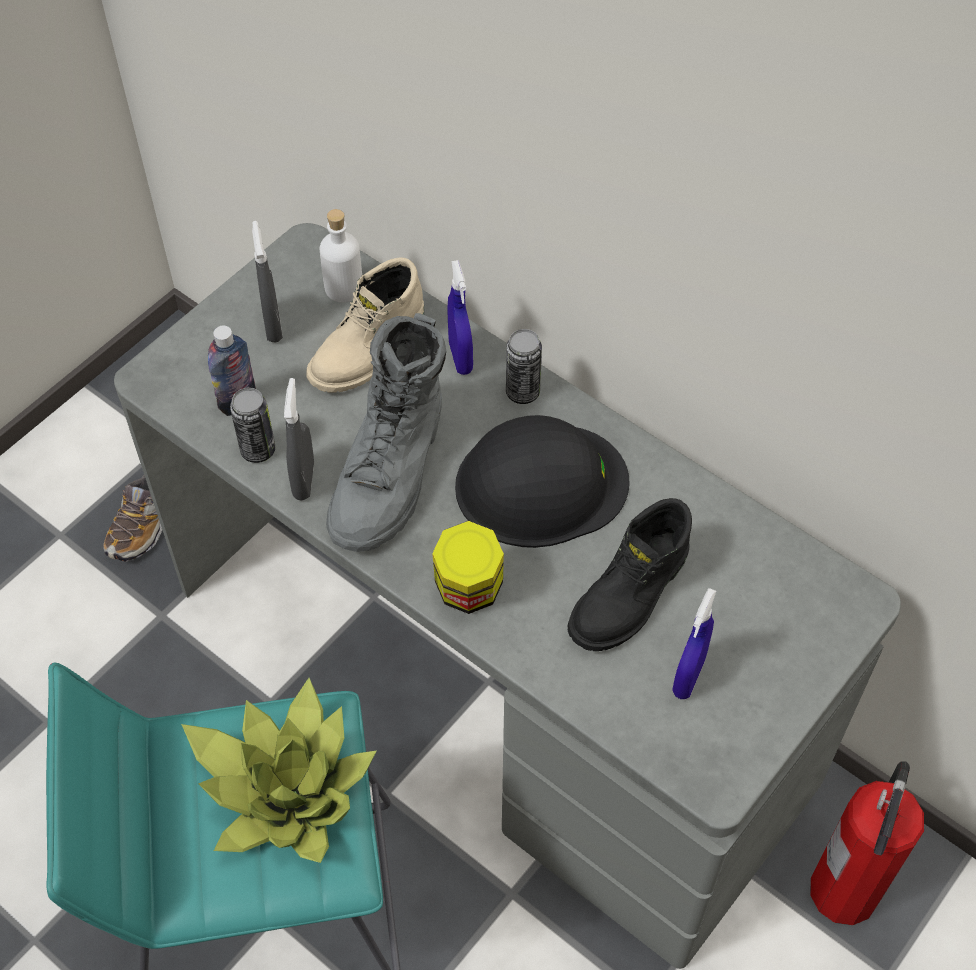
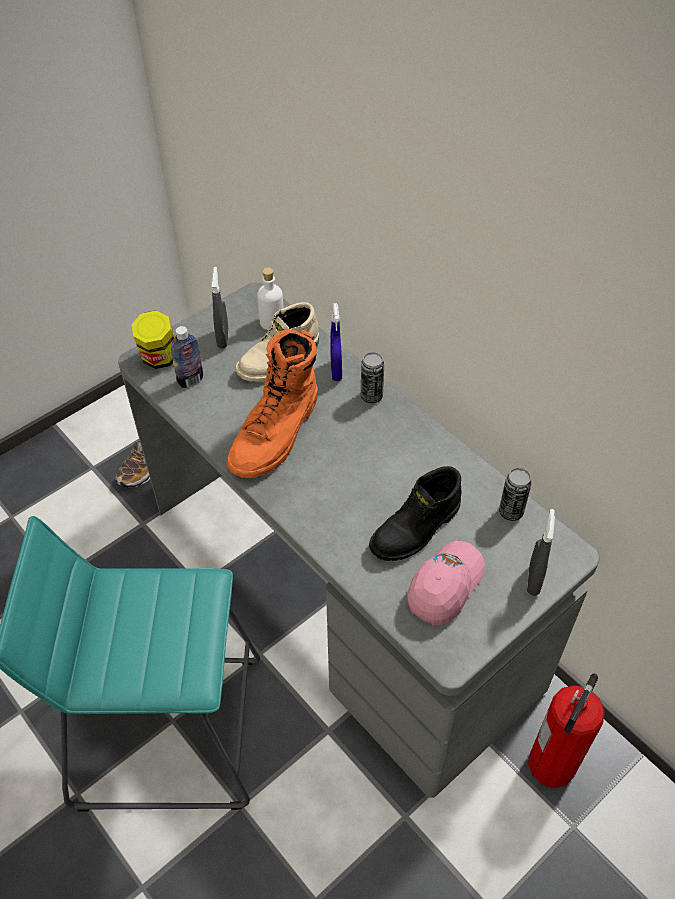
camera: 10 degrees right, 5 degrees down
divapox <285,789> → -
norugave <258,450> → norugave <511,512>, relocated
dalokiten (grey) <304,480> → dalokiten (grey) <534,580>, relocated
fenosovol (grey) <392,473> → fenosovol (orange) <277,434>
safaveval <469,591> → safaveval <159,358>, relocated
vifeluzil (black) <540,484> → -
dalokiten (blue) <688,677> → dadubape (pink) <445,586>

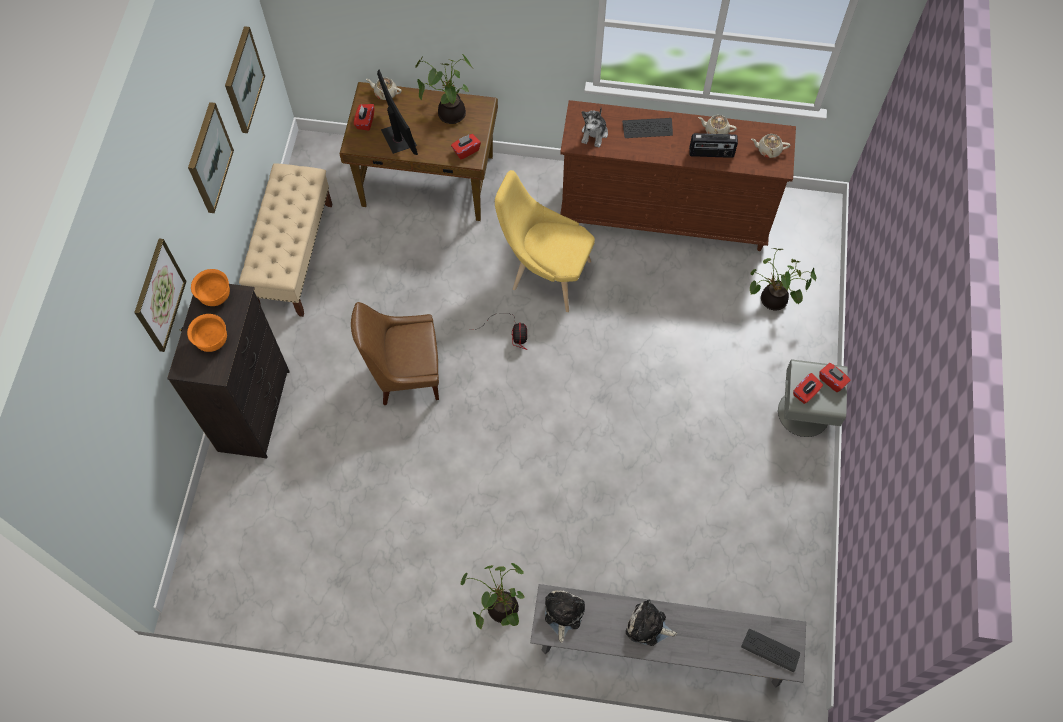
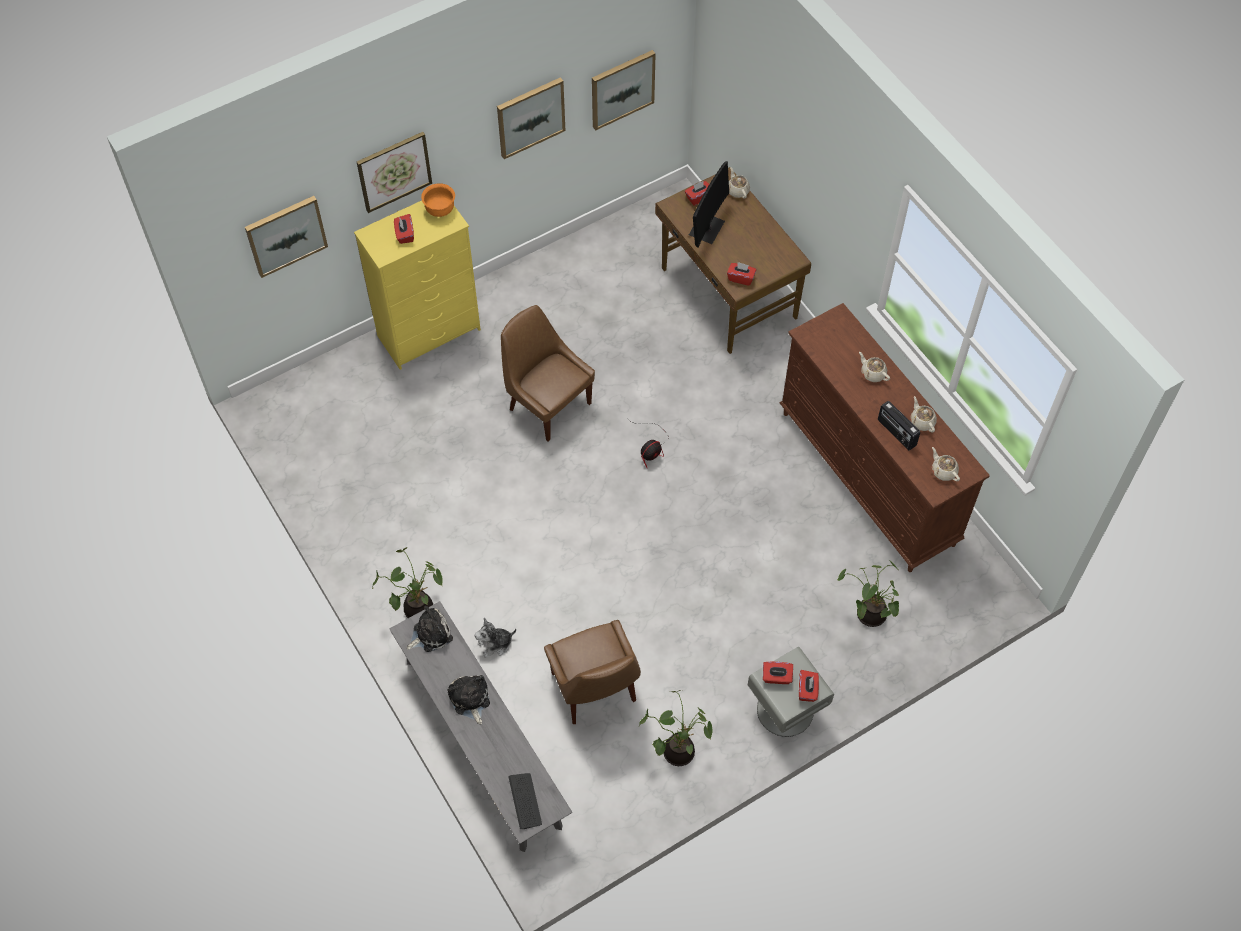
camera: 50 degrees right, 5 degrees down
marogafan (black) <255,410> → marogafan (yellow) <430,333>
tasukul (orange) <212,341> → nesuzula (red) <405,234>
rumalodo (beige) <294,255> → -
divapox <449,113> → divapox <677,749>, relocated
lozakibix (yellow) <545,274> → -
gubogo <594,134> → gubogo <495,644>, relocated
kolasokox <647,129> → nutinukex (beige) <872,373>
- → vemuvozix <286,235>
- → lozakibix (brown) <595,690>

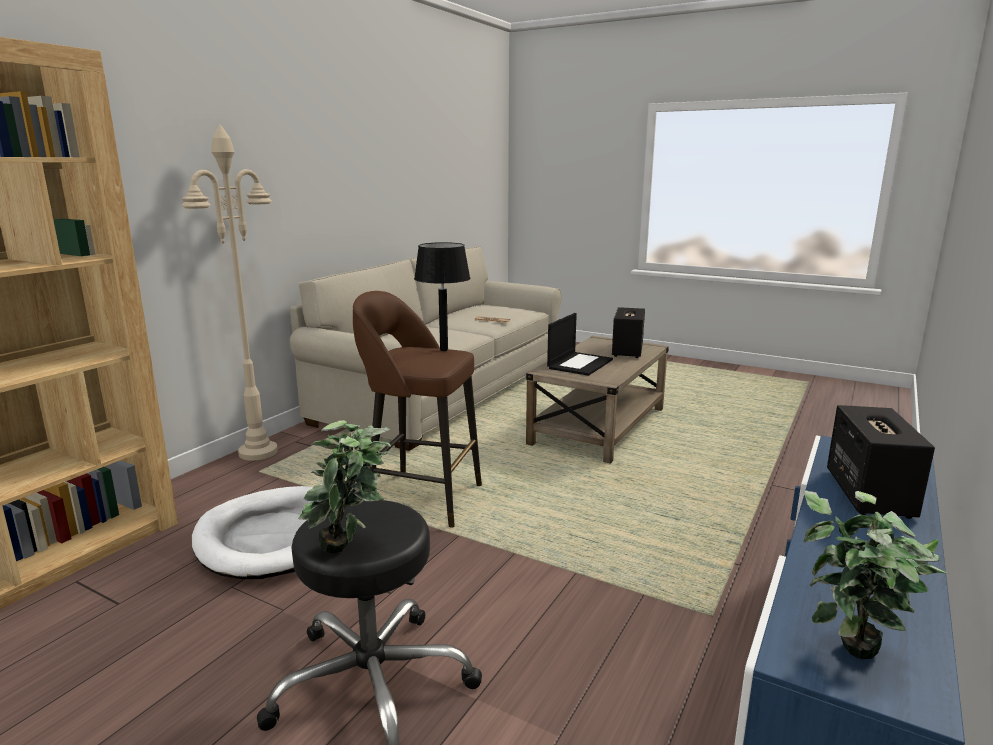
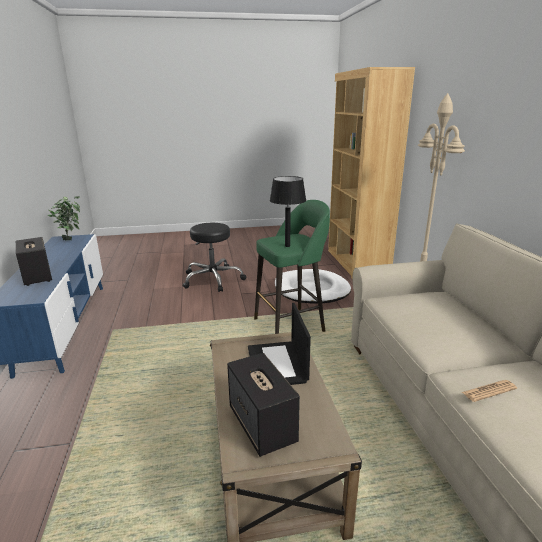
camera: 140 degrees right, 5 degrees up
divapox <351,551> → -
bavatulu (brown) <421,498> → bavatulu (green) <291,324>

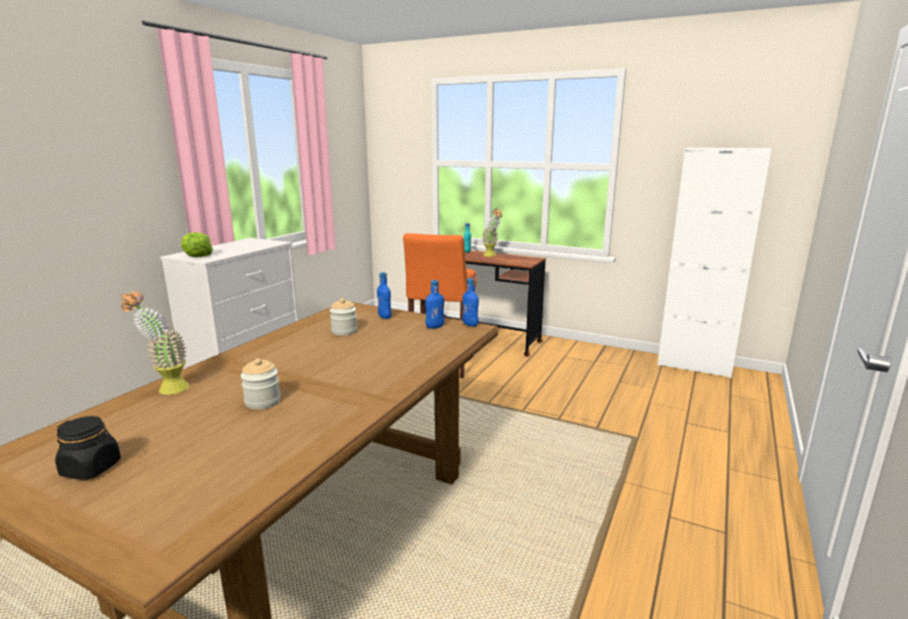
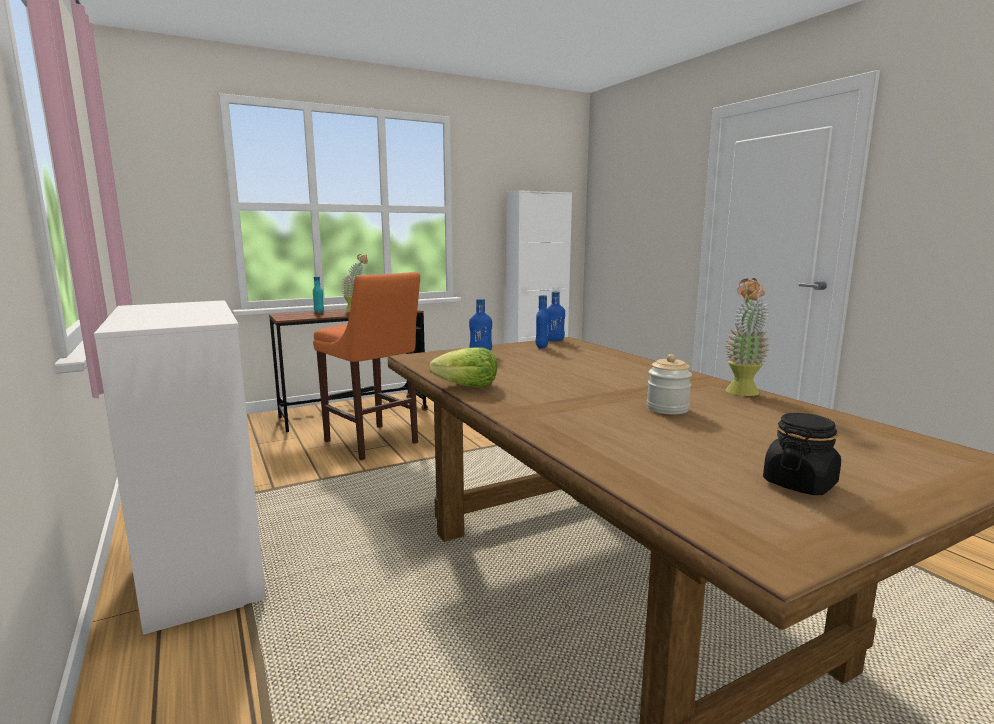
camera: 55 degrees left, 5 degrees down
divapox <166,389> → divapox <742,394>, relocated
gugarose <197,255> → gugarose <467,386>, relocated
safaveval <344,331> → -

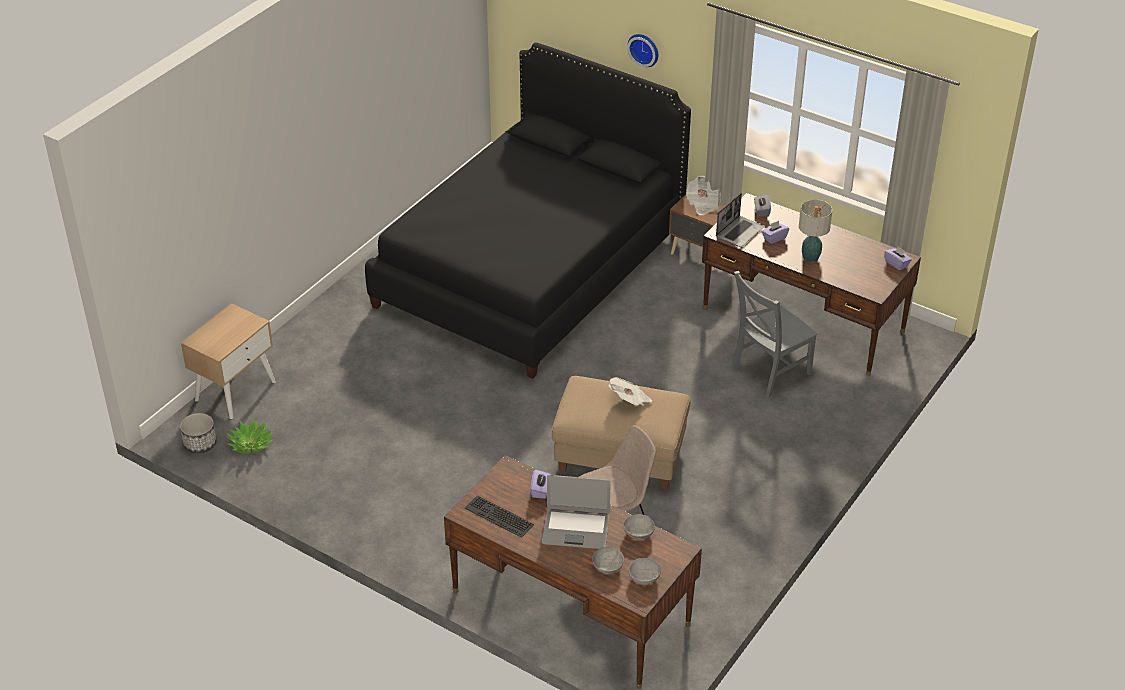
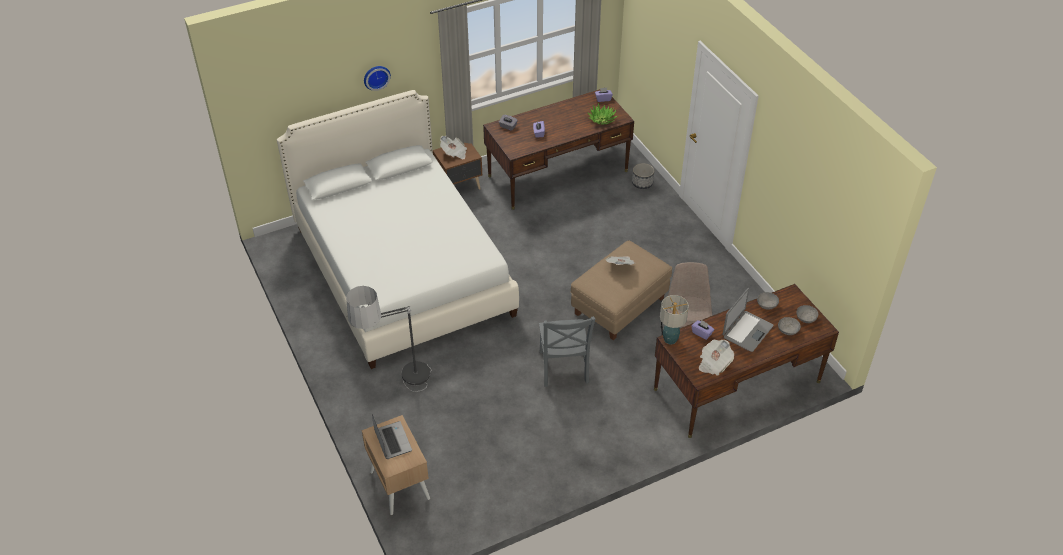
camera: 60 degrees left, 5 degrees up
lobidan <200,443> → lobidan <642,183>, relocated
divapox <251,444> → divapox <602,119>, relocated
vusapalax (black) <531,269> → vusapalax (white) <403,270>
kolasokox <497,517> → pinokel <714,363>
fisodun <739,232> → fisodun <392,440>, relocated
lozakibix (grey) <768,372> → lozakibix (grey) <563,369>, relocated
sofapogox <810,257> → sofapogox <670,339>, relocated
- → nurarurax <398,388>

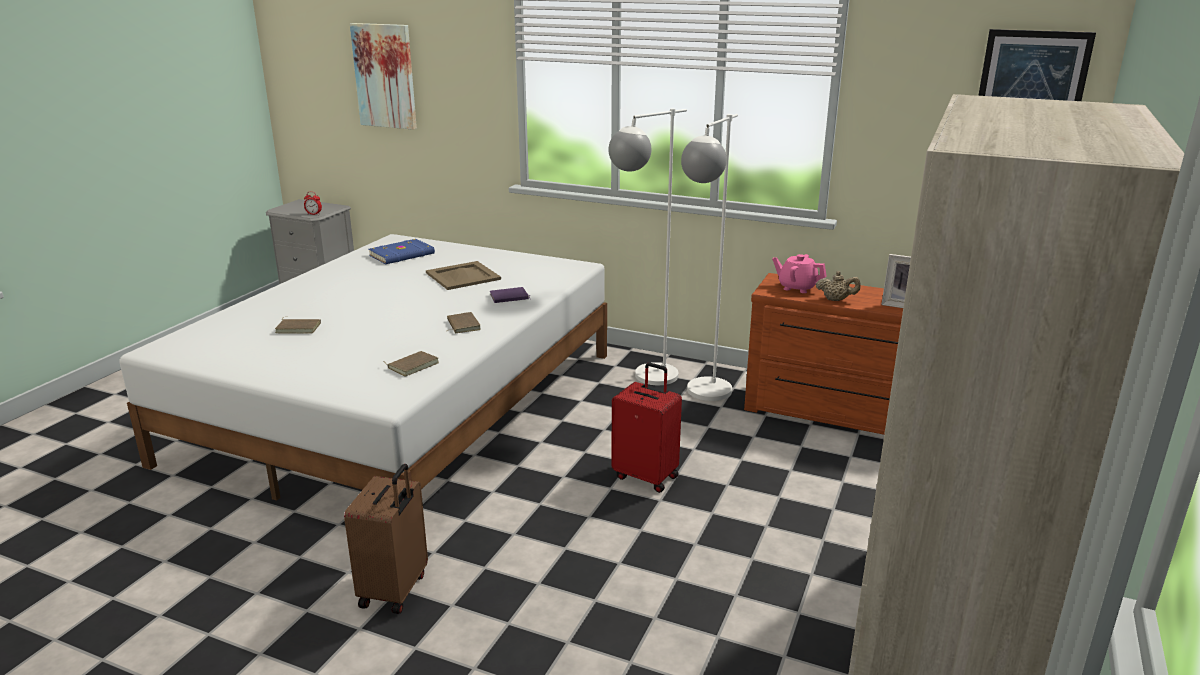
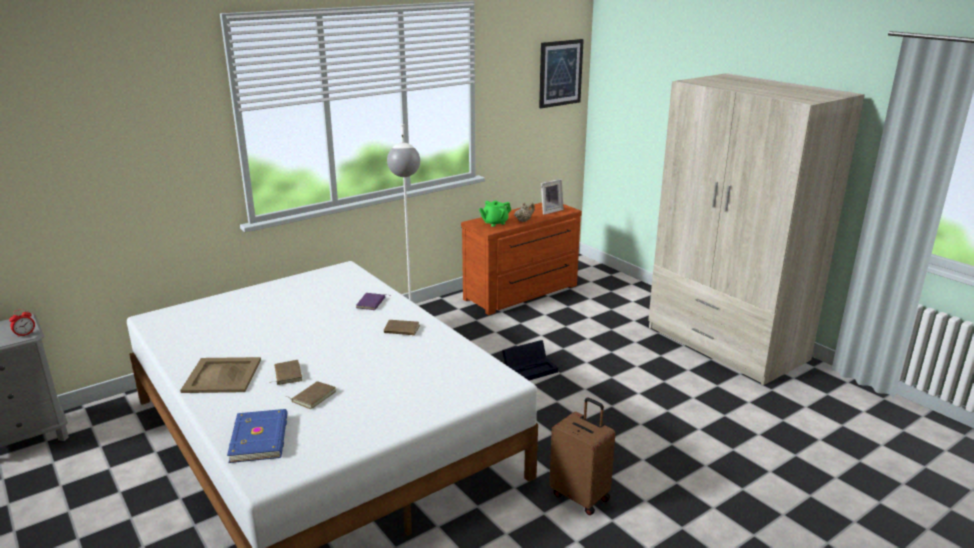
camera: 60 degrees left, 0 degrees up
vemuvozix <385,76> → -
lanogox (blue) <402,255> → lanogox (blue) <261,438>, relocated
lanogox (brown) <412,365> → lanogox (brown) <287,374>, relocated
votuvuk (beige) <463,276> → votuvuk (beige) <222,375>, relocated
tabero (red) <646,476> → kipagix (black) <530,369>
nurarurax (white) <702,397> → -
nutinukex (pink) <797,287> → nutinukex (green) <494,223>

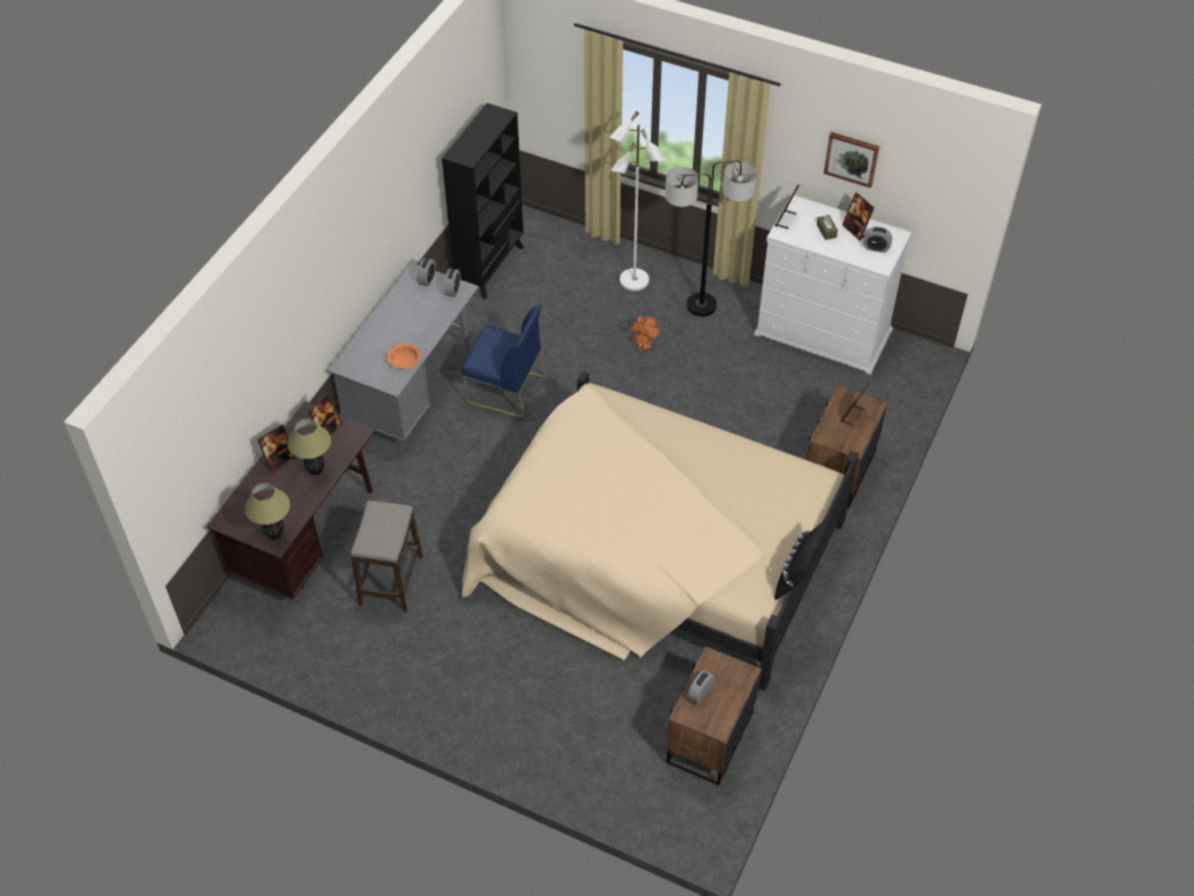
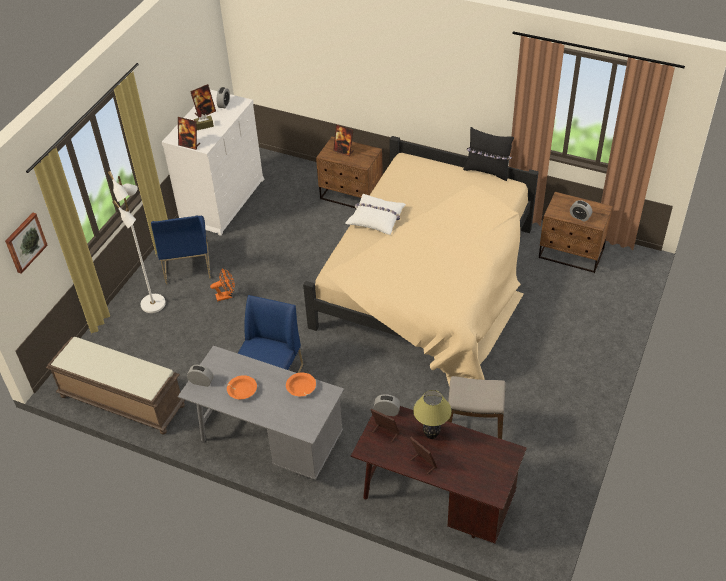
camera: 90 degrees left, 5 degrees down
sofapogox <276,535> → -
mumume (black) <490,267> → rumalodo (brown) <121,401>
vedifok <453,290> → vedifok <387,411>, relocated
nurarurax <701,305> → lozakibix (blue) <186,264>
vemuvozix <851,158> → vemuvozix <25,242>, relocated
- → tasukul (orange) <242,390>
- → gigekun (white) <376,218>

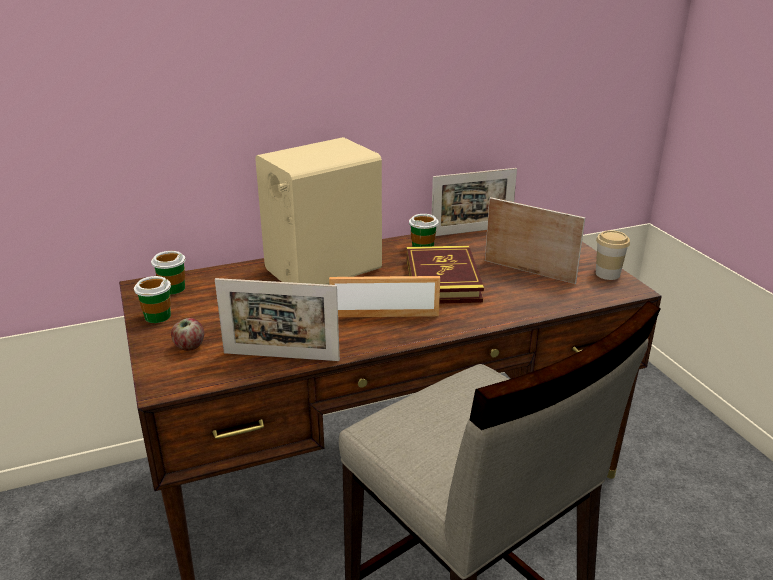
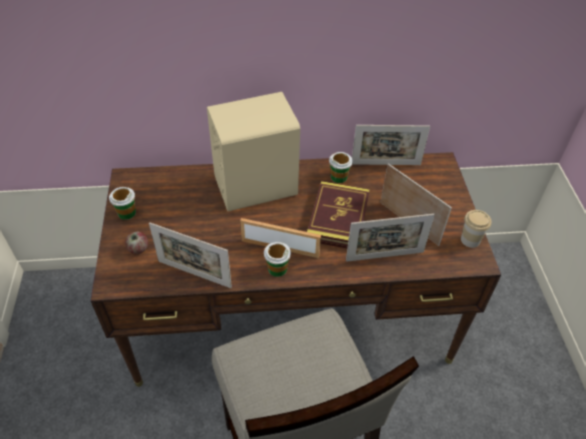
camera: 15 degrees right, 20 degrees up
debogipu <172,288> → debogipu <277,268>, relocated
- → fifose <385,256>

